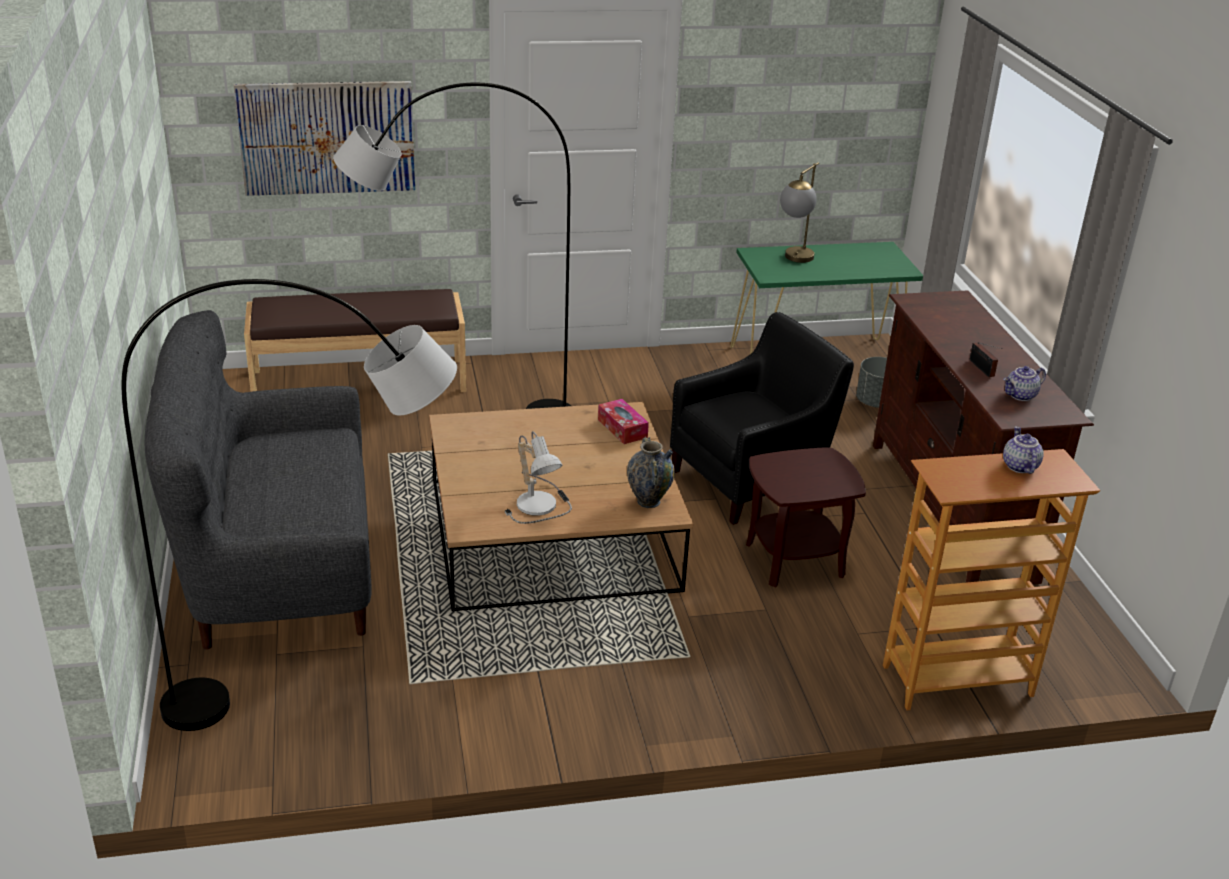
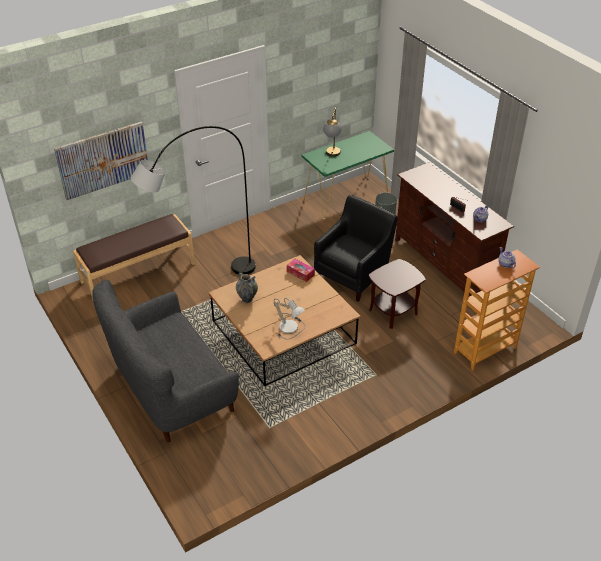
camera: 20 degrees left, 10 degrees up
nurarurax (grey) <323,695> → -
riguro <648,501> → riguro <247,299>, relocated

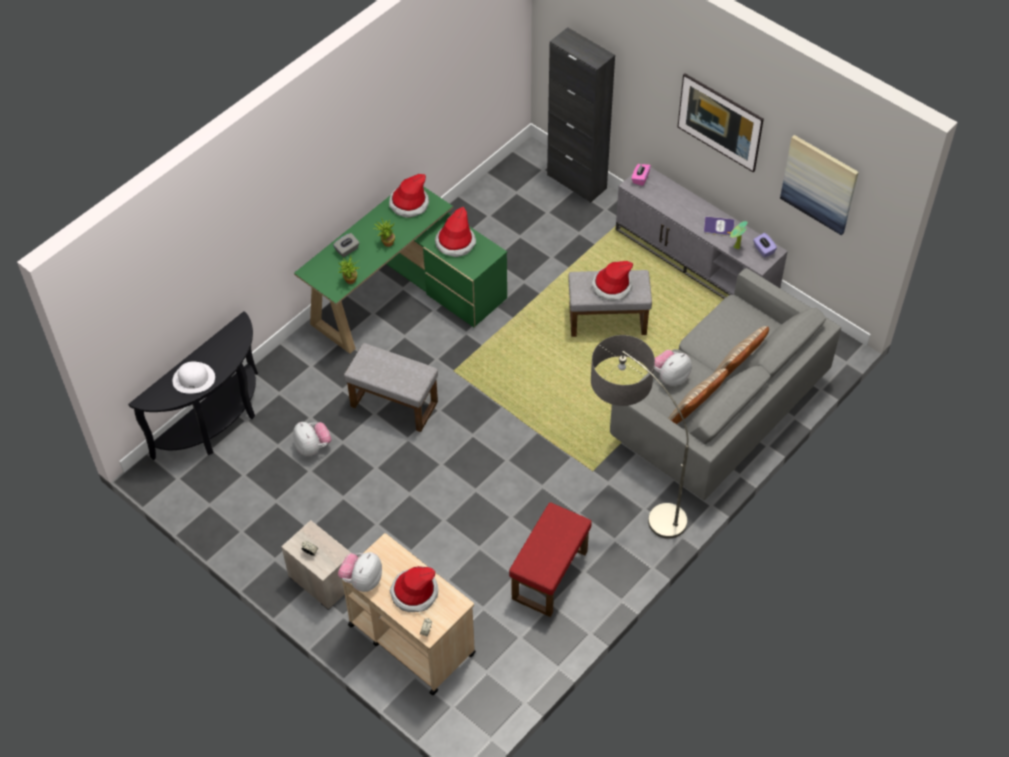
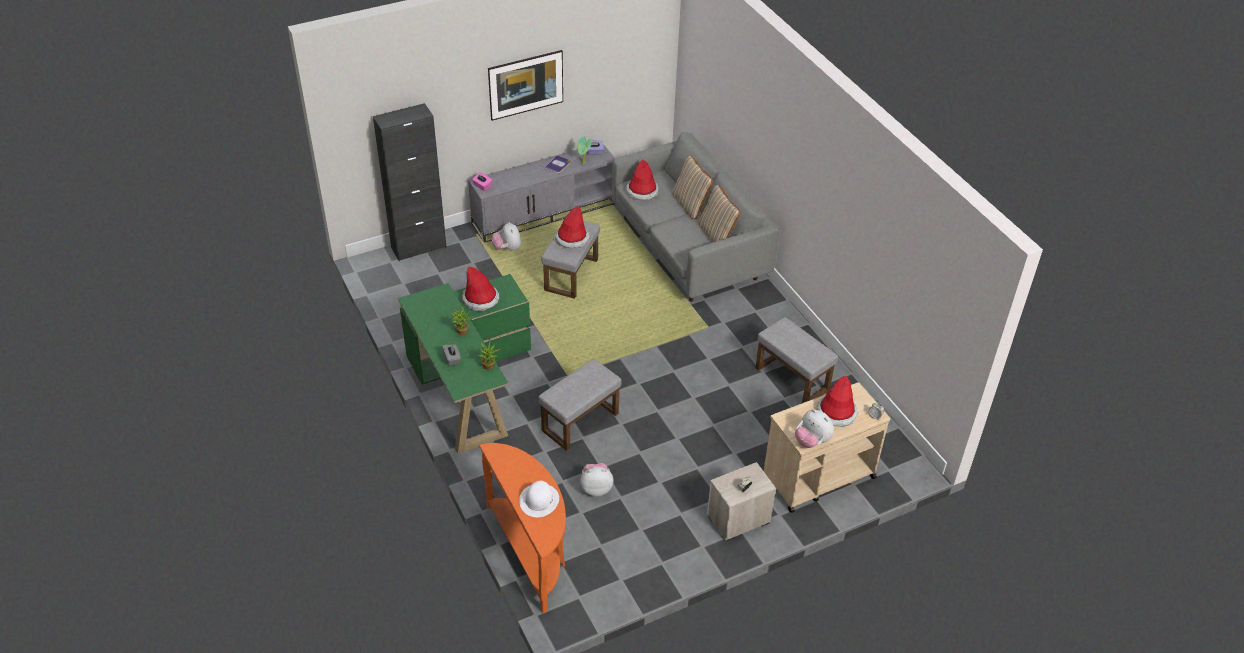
camera: 70 degrees left, 10 degrees down
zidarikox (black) <216,424> → zidarikox (orange) <531,551>
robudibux <409,204> → robudibux <642,191>, relocated
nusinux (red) <550,576> → nusinux (grey) <793,379>
nurarurax <630,495> → -
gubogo <670,377> → gubogo <507,249>, relocated
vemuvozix <819,184> → -

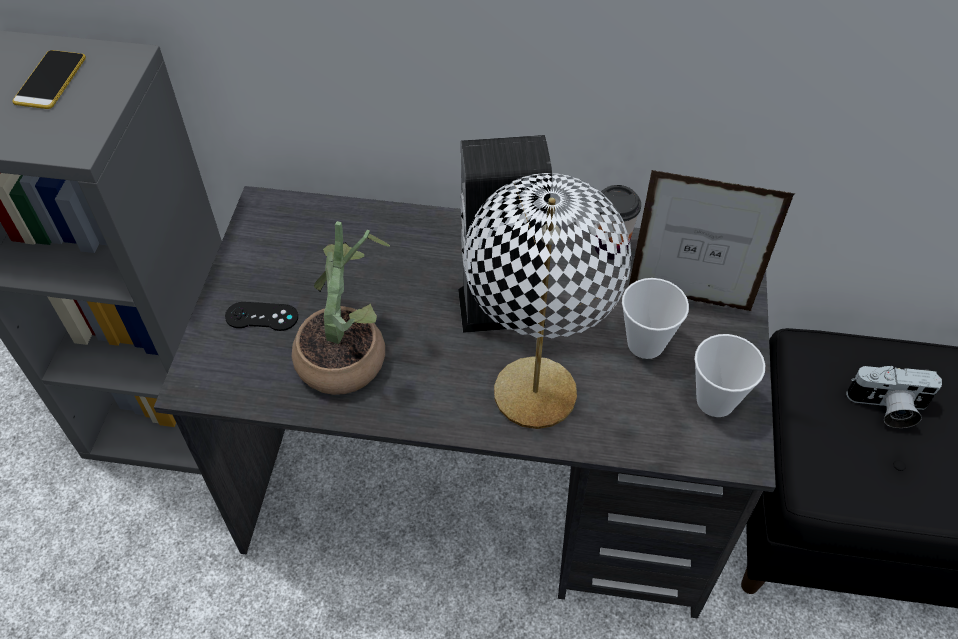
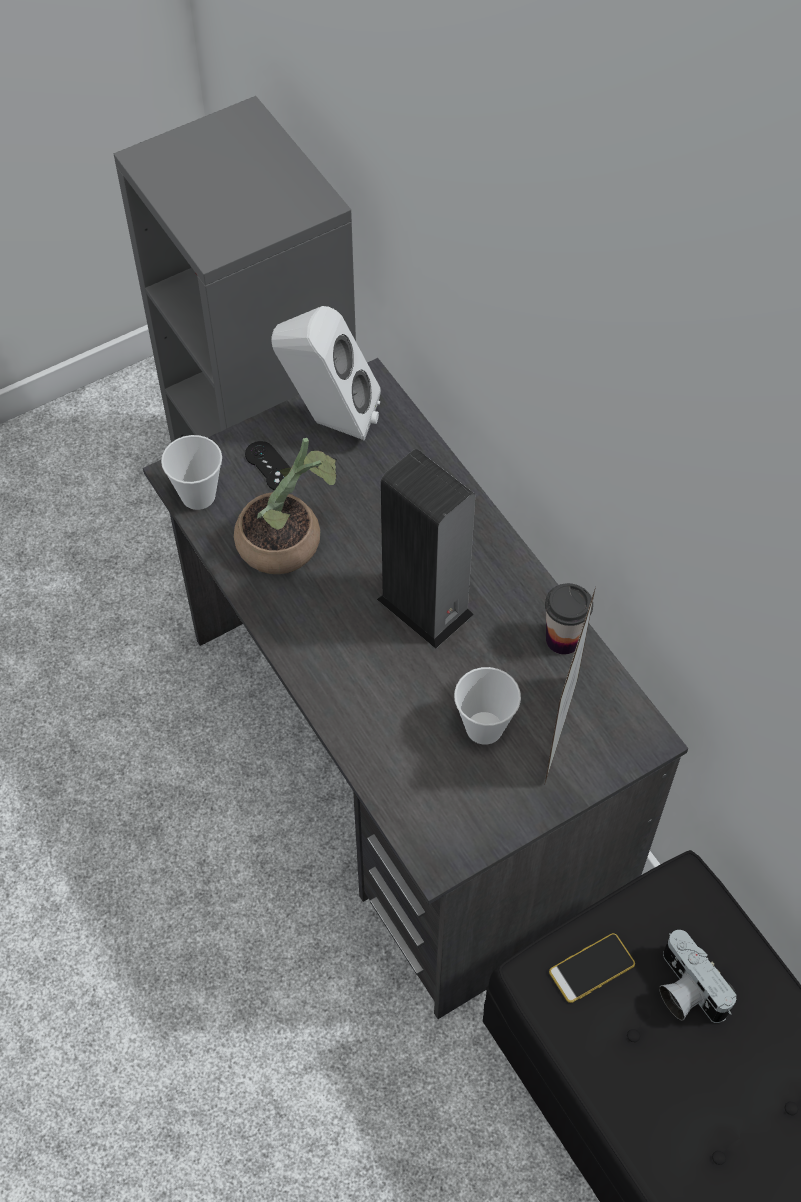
camera: 50 degrees right, 5 degrees up
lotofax <50,80> → lotofax <592,968>, relocated
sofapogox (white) <535,393> → -
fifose <689,300> → fifose <561,730>, 45 degrees clockwise
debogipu <715,401> → debogipu <198,496>, relocated
- → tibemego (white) <328,420>

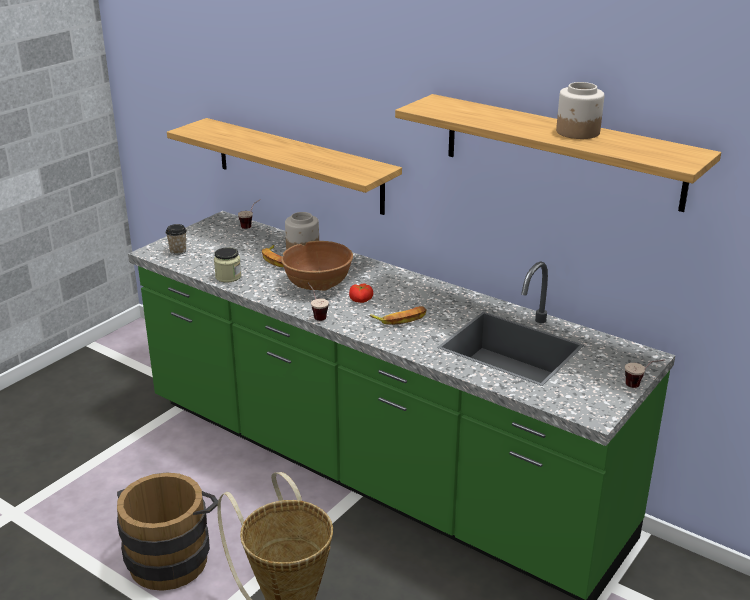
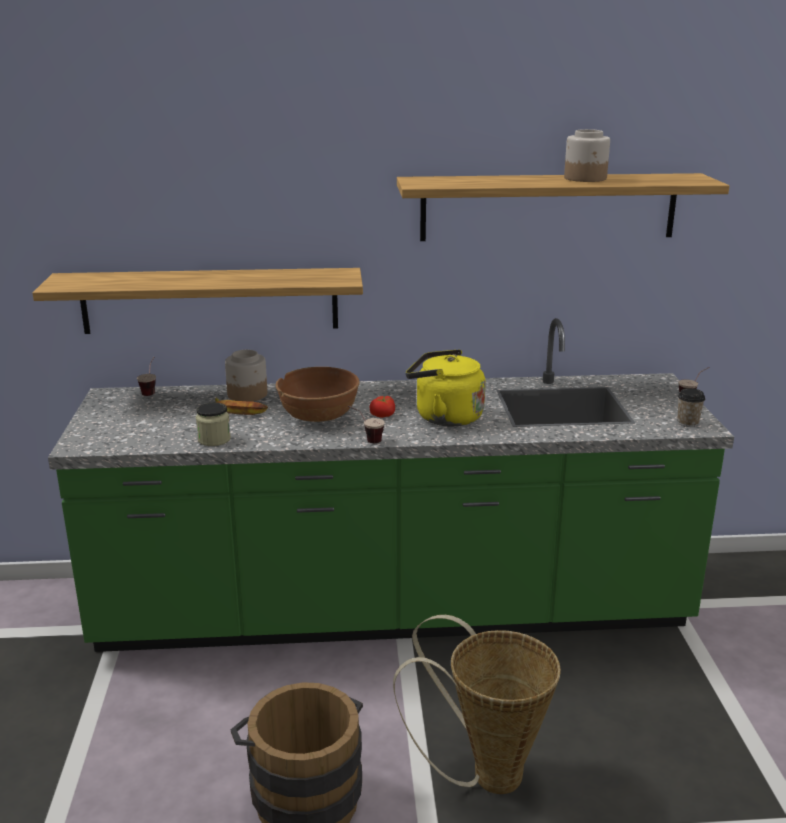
camera: 40 degrees left, 5 degrees down
debogipu <178,251> → debogipu <687,423>, relocated
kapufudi <401,319> → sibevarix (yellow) <444,417>

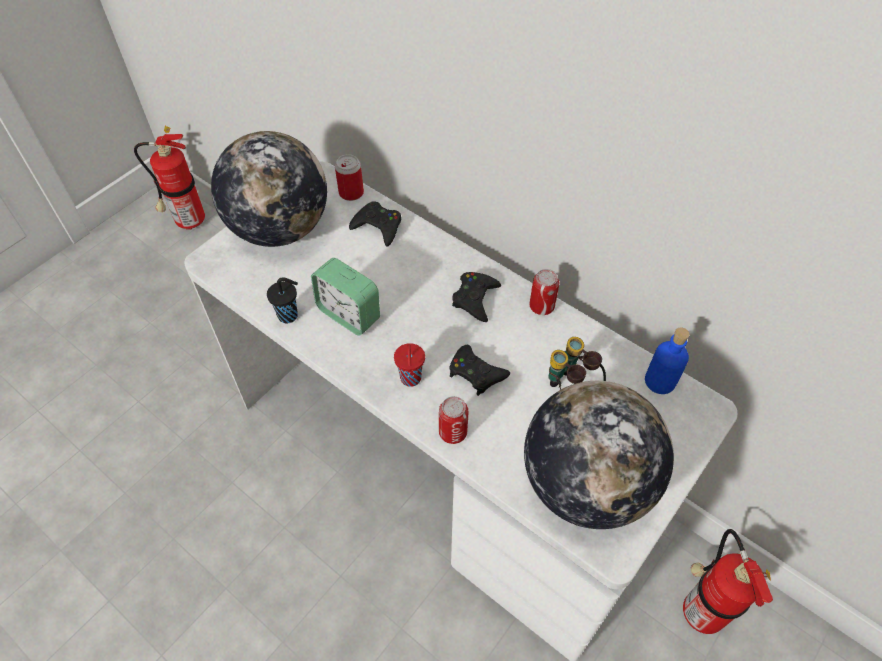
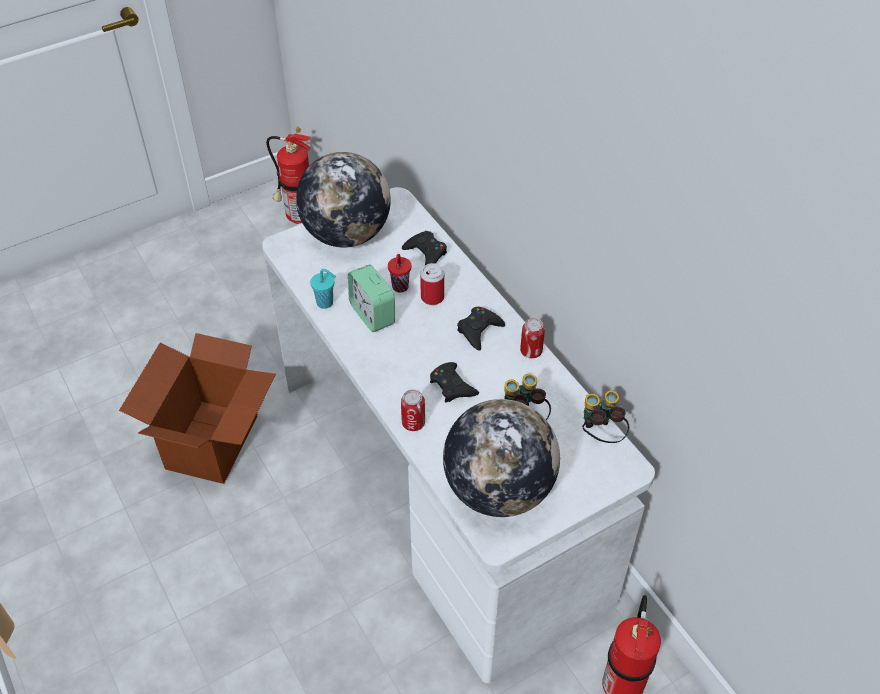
camera: 20 degrees right, 5 degrees down
debogipu (black) <289,315> → debogipu (turquoise) <326,303>
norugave <351,193> → norugave <432,297>, relocated
debogipu (red) <410,379> → debogipu (red) <400,288>, relocated
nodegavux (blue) <660,381> → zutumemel <600,435>
- → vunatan <213,442>

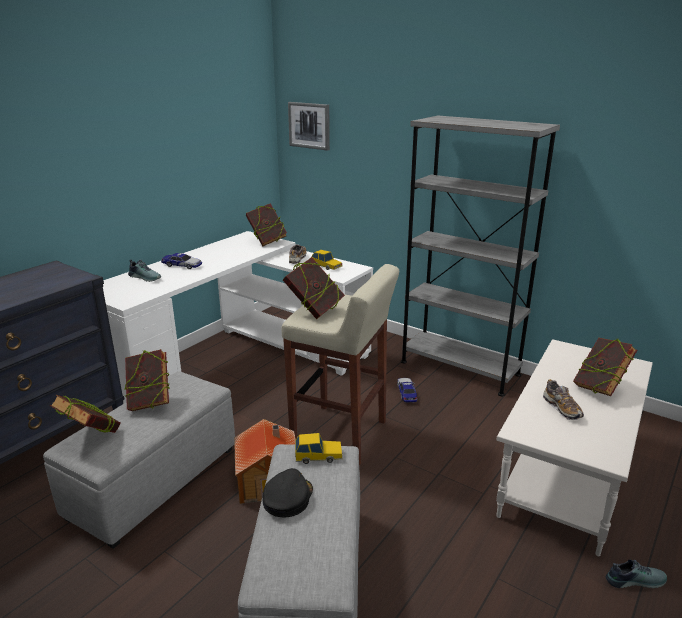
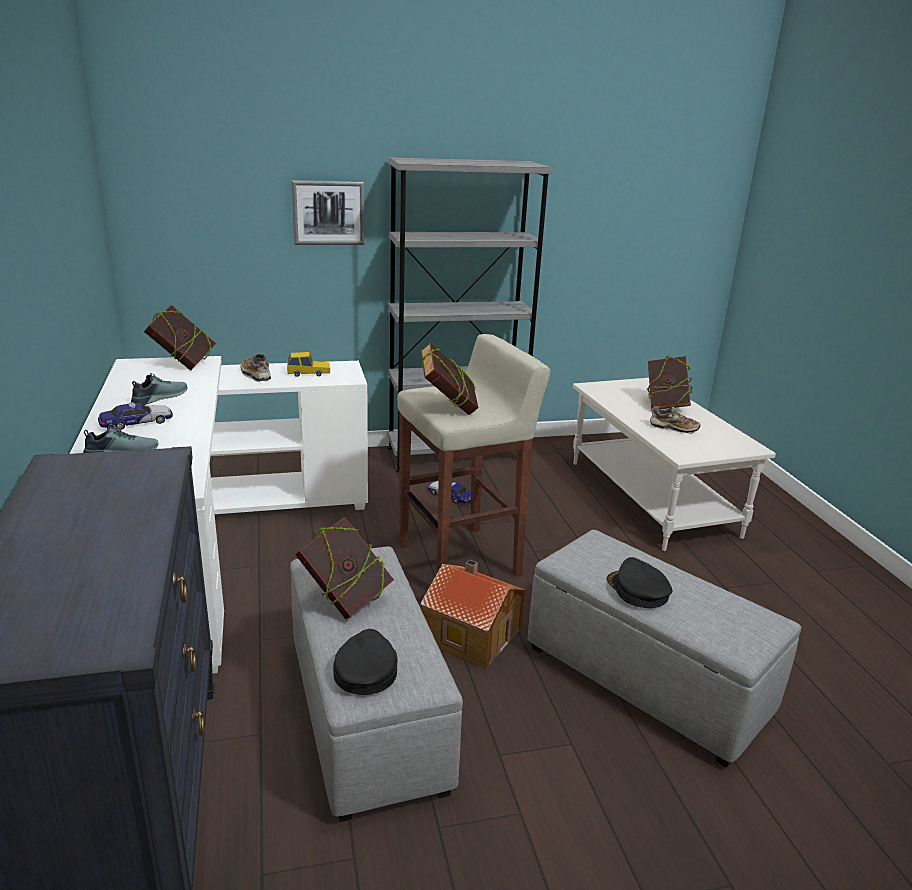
camera: 50 degrees left, 0 degrees up
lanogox <91,438> → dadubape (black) <366,669>
vemuvozix <309,125> → vemuvozix <328,212>, relocated
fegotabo <318,455> → -
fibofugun <634,579> → fibofugun <159,397>, relocated

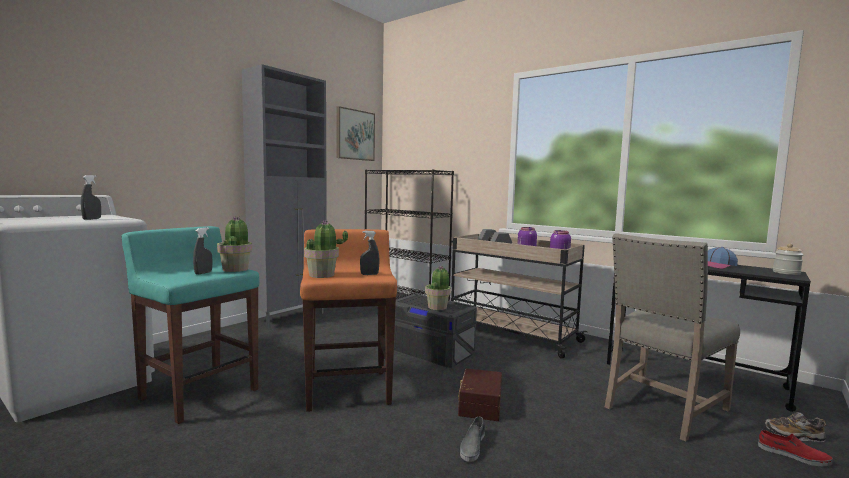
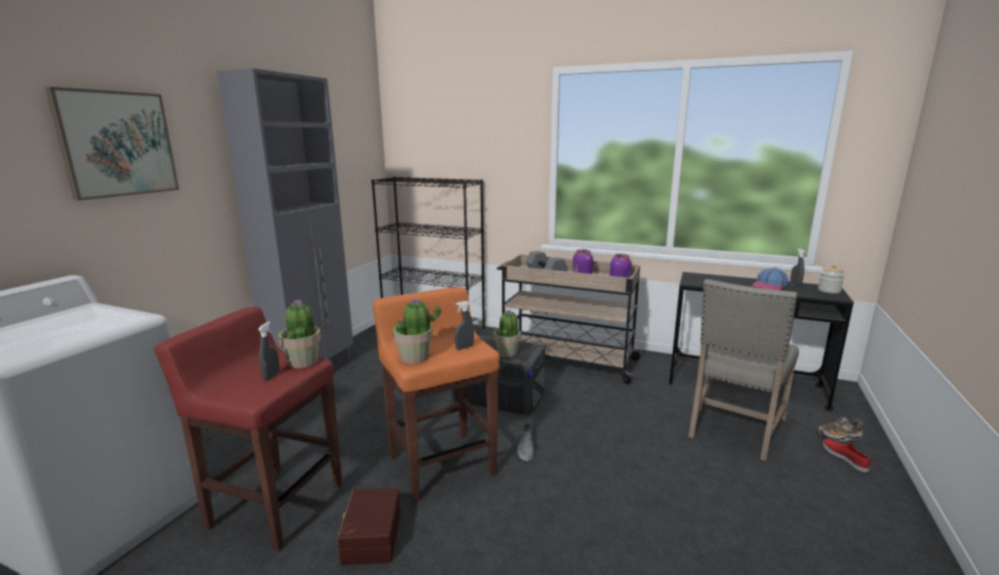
camera: 15 degrees left, 10 degrees up
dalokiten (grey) <92,219> → dalokiten (grey) <795,284>, relocated
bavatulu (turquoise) <199,394> → bavatulu (red) <275,504>
vemuvozix <355,135> → vemuvozix <117,144>, relocated
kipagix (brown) <478,404> → kipagix (brown) <370,537>, relocated
fibofugun (grey) <472,446> → fibofugun (grey) <526,447>, relocated
fibofugun (red) <793,455> → fibofugun (red) <845,457>, 120 degrees counterclockwise

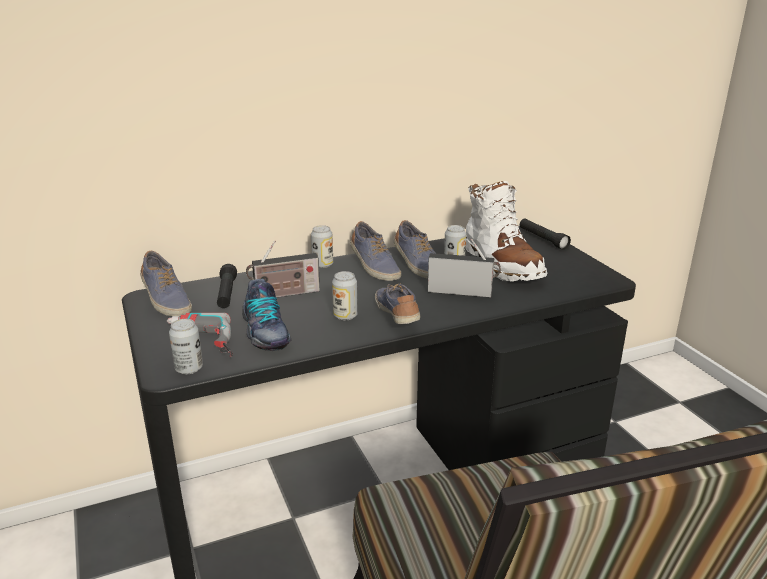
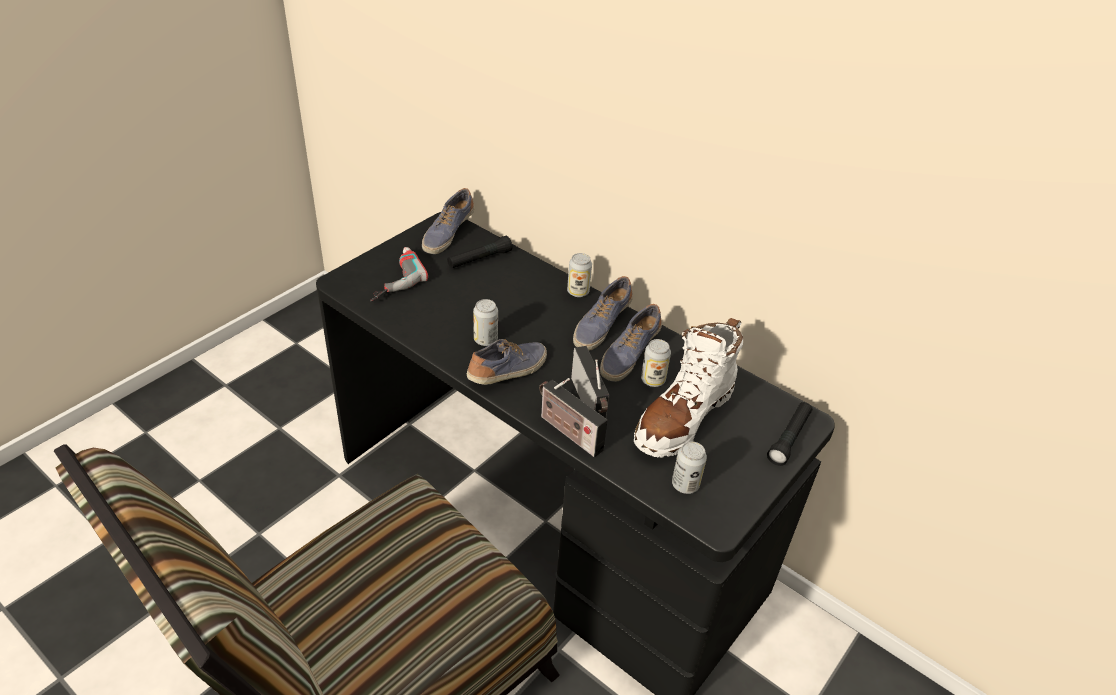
camera: 60 degrees right, 15 degrees up
norugave <189,368> → norugave <685,484>, relocated
fibofugun <265,332> → -
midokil <284,294> → midokil <567,432>, relocated

